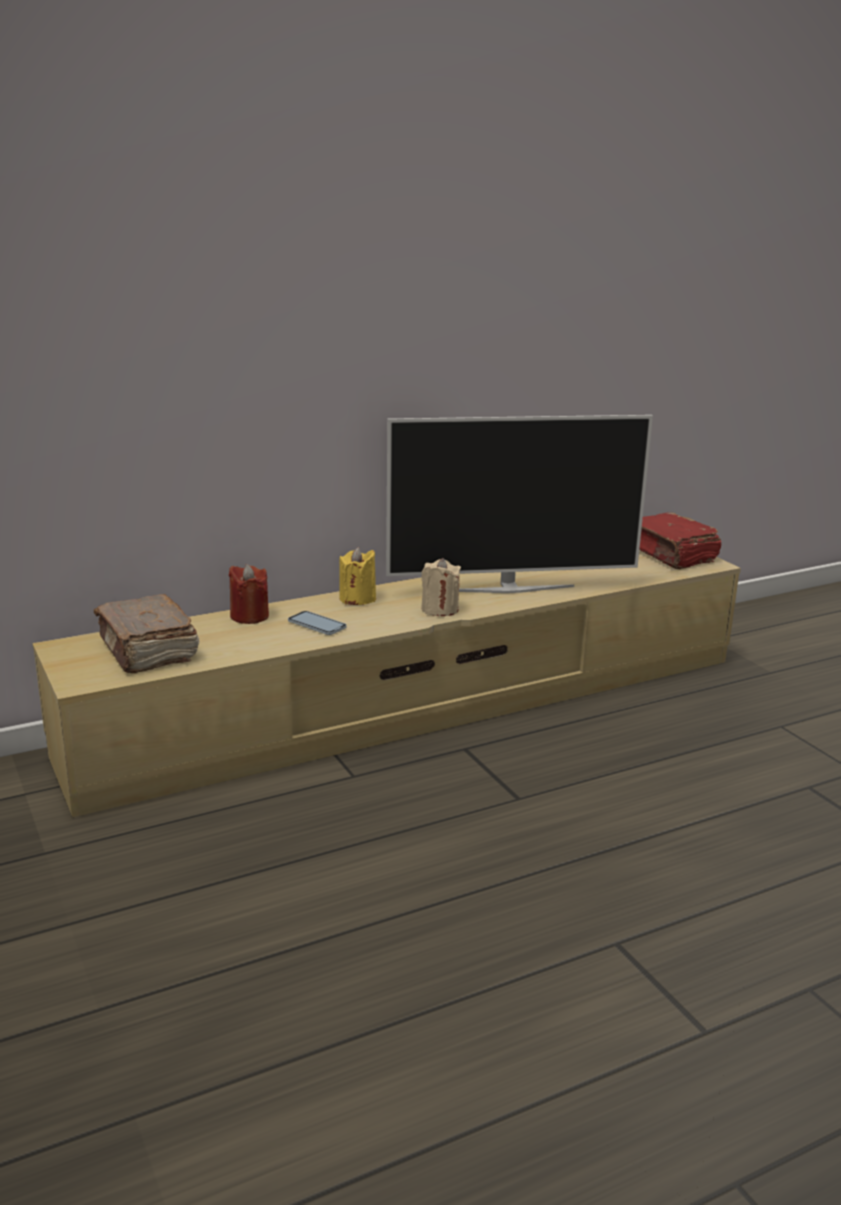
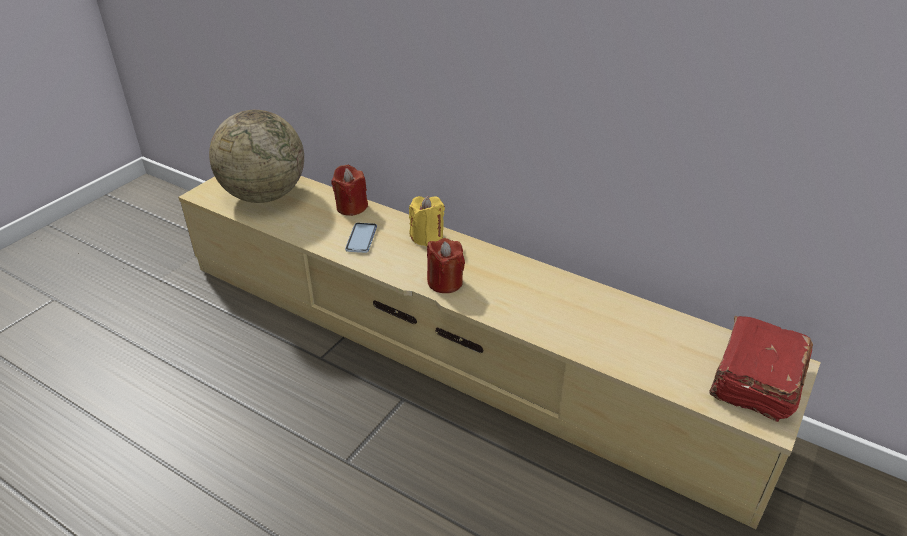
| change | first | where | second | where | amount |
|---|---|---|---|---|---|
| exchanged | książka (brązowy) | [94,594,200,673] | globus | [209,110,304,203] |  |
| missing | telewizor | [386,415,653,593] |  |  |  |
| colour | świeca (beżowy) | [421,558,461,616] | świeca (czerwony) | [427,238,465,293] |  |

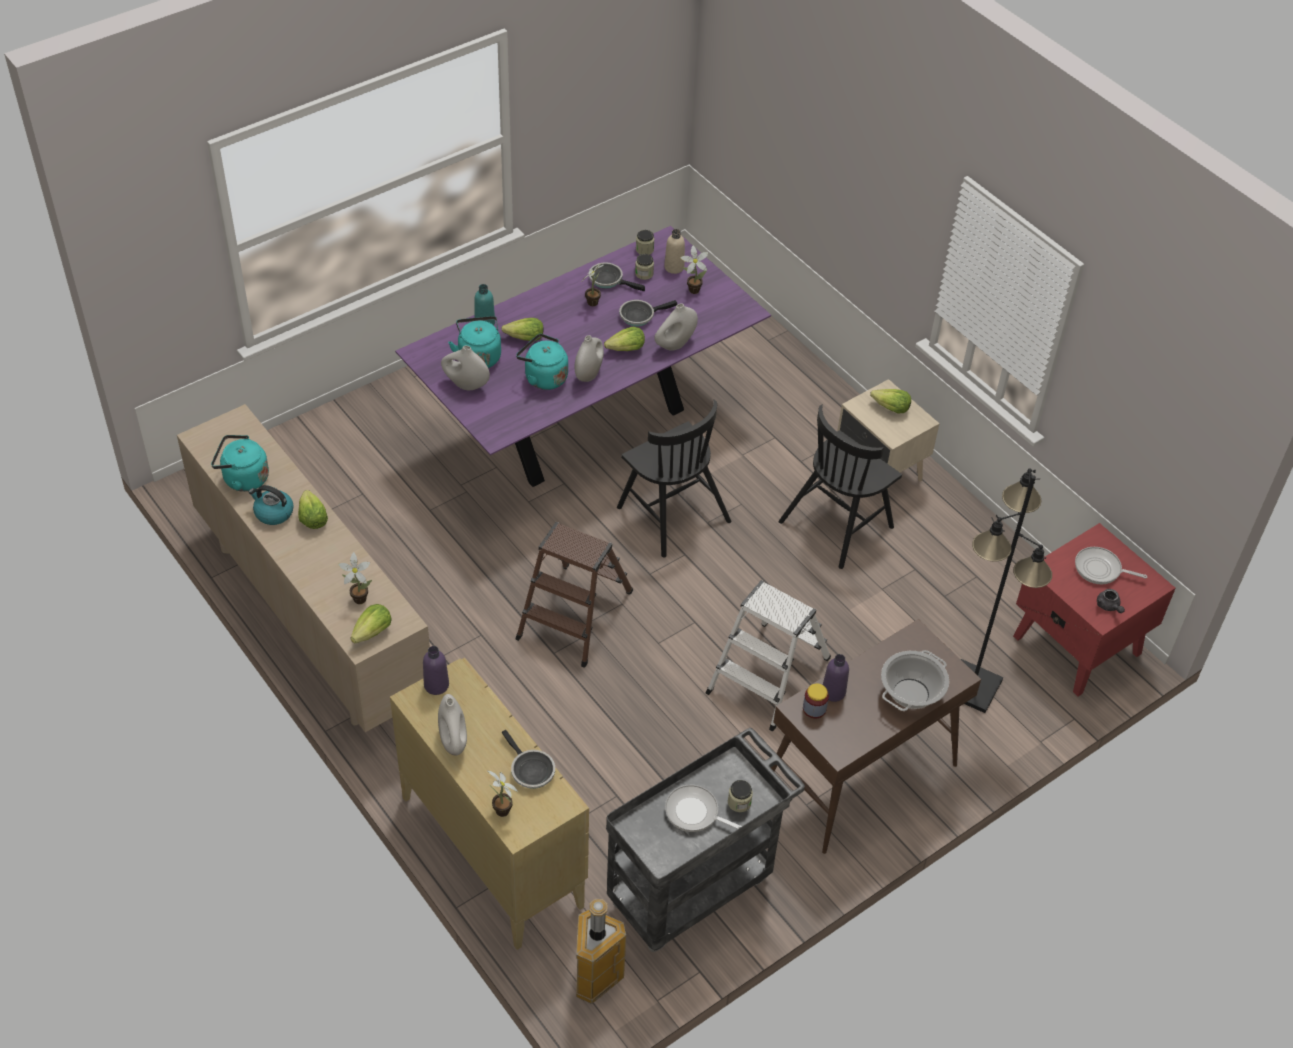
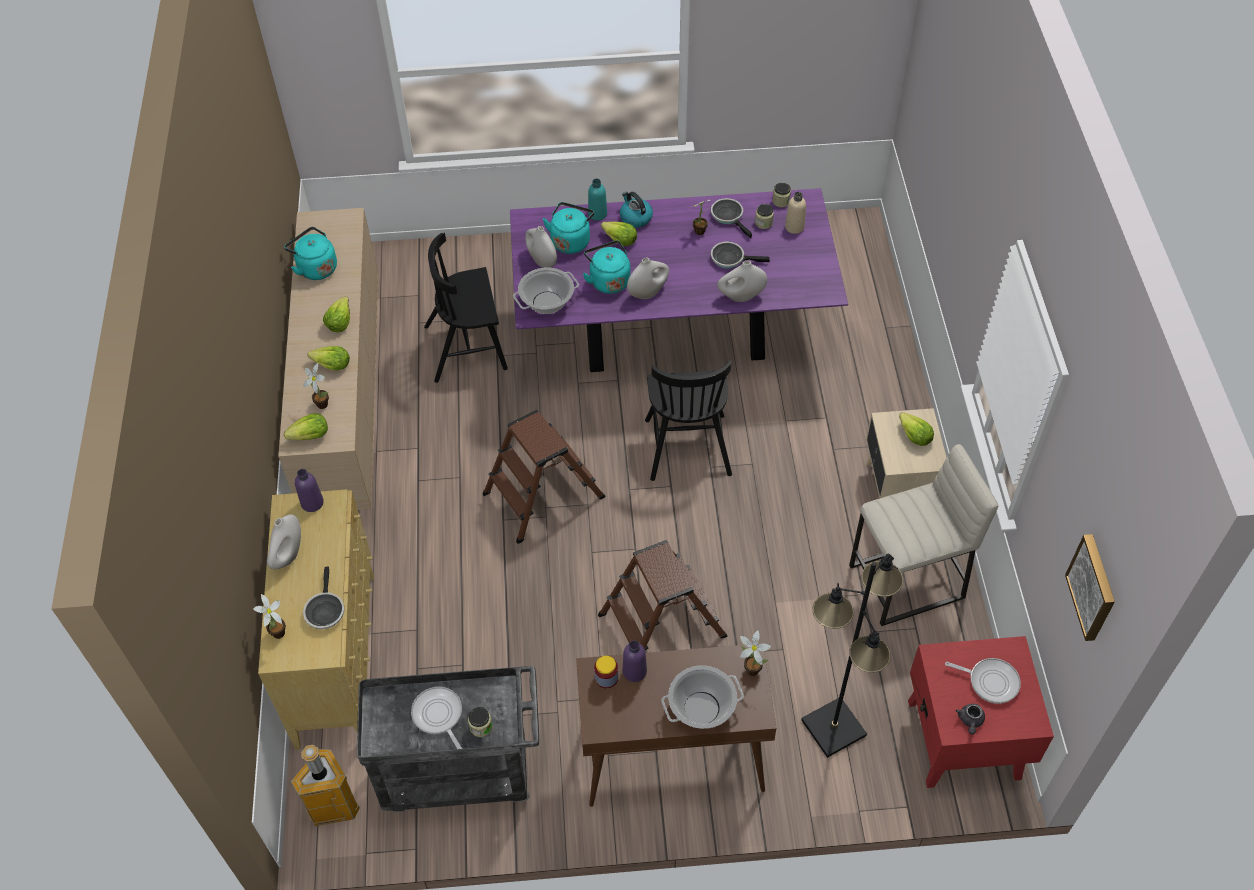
| change | first | where | second | where | amount |
|---|---|---|---|---|---|
| relocated | czajnik | [249,485,294,525] |  | [620,192,653,228] |  |
| relocated | sałata | [604,327,645,351] |  | [307,346,350,371] |  |
| relocated | roślina doniczkowa | [680,246,708,294] |  | [740,630,771,676] |  |
| colour | drabinka (biały) | [706,580,831,731] | drabinka (brązowy) | [598,540,728,650] |  |
| relocated | krzesło (czarny) | [779,404,902,569] |  | [424,233,508,383] |  |
| spun | patelnia | [1075,547,1147,584] |  | [945,658,1021,704] | 150 degrees clockwise |
| appeared |  |  | garnek | [513,268,579,314] |  |
| appeared |  |  | stołek (beżowy) | [849,444,998,626] |  |
| appeared |  |  | obraz | [1065,534,1115,641] |  |

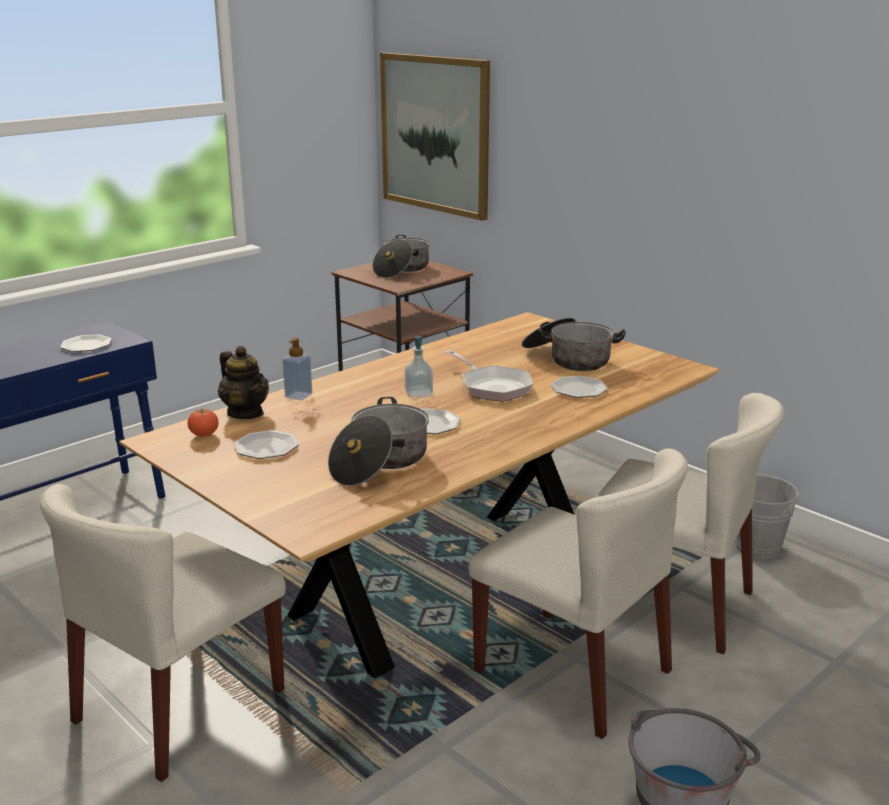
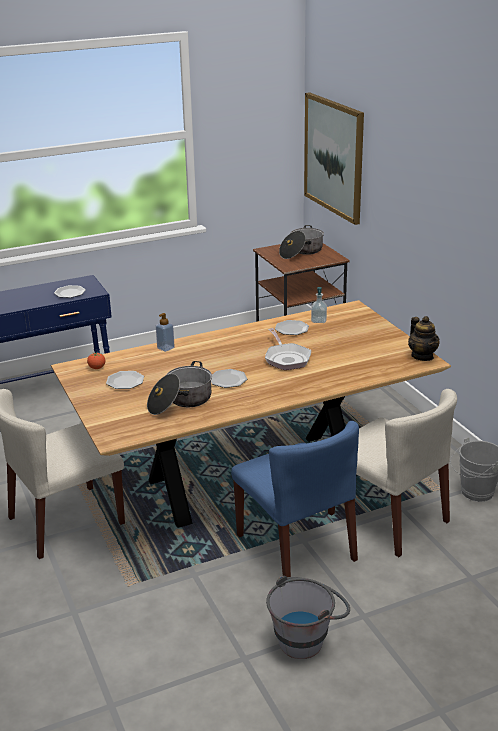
| change | first | where | second | where | amount |
|---|---|---|---|---|---|
| relocated | imbryk | [218,346,269,419] |  | [408,316,440,361] |  |
| relocated | dozownik mydła | [405,336,433,398] |  | [311,287,327,323] |  |
| colour | krzesło (beżowy) | [469,448,688,739] | krzesło (niebieski) | [231,421,359,577] |  |
| missing | garnek | [522,318,626,371] |  |  |  |
| relocated | talerz | [551,376,608,398] |  | [275,320,309,335] |  |

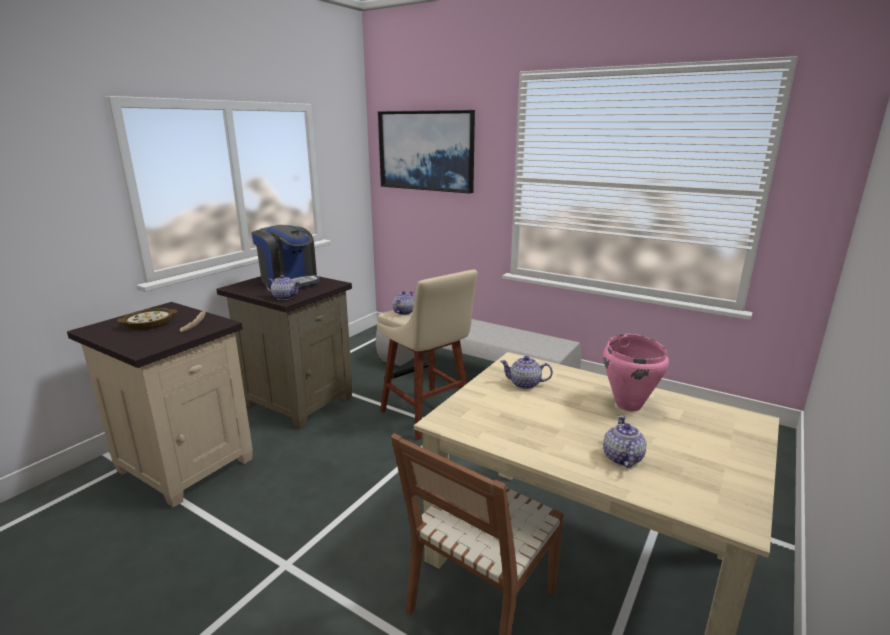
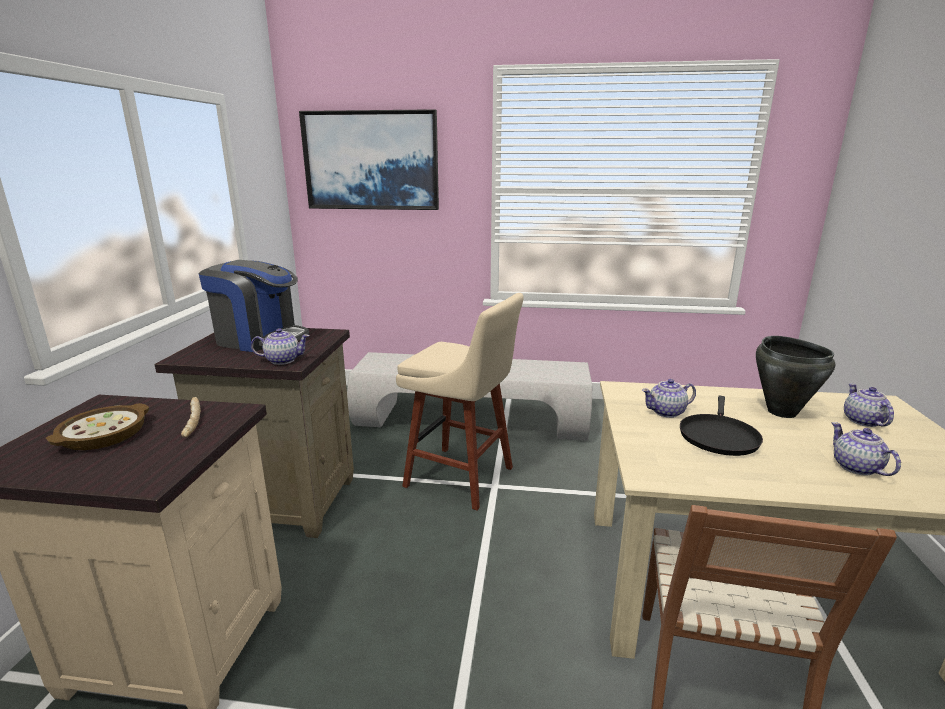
| change | first | where | second | where | amount |
|---|---|---|---|---|---|
| relocated | imbryk | [392,291,415,315] |  | [844,383,894,427] |  |
| colour | garnek (różowy) | [603,334,669,411] | garnek (czarny) | [756,336,835,418] |  |
| appeared |  |  | patelnia (czarny) | [680,396,763,456] |  |

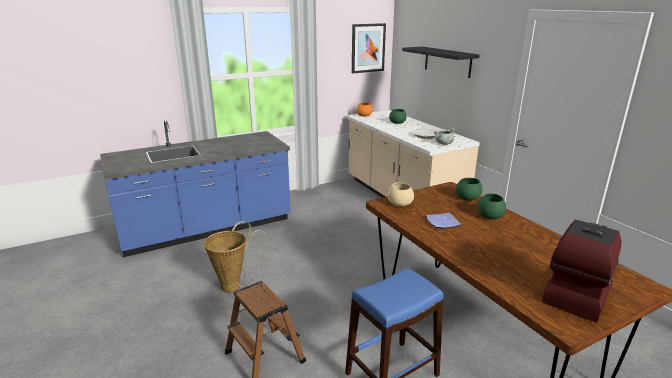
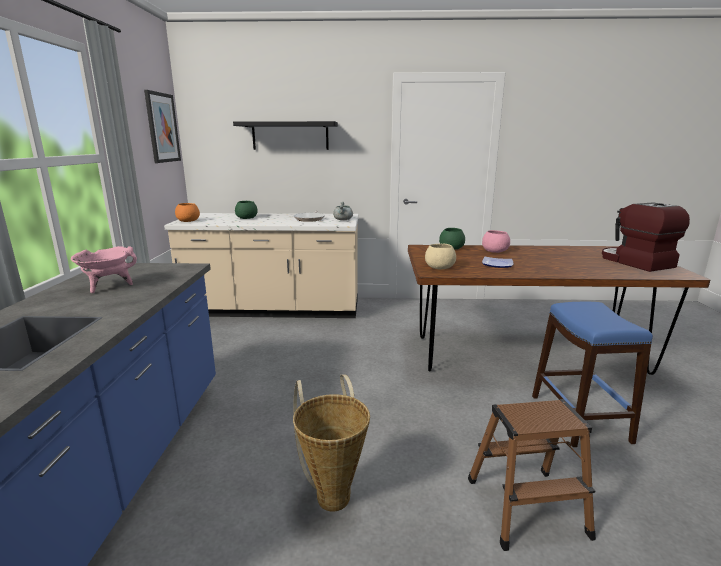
| change | first | where | second | where | amount |
|---|---|---|---|---|---|
| colour | miska (zielony) | [477,193,506,219] | miska (różowy) | [482,230,510,253] |  |
| appeared |  |  | garnek (różowy) | [71,246,137,293] |  |

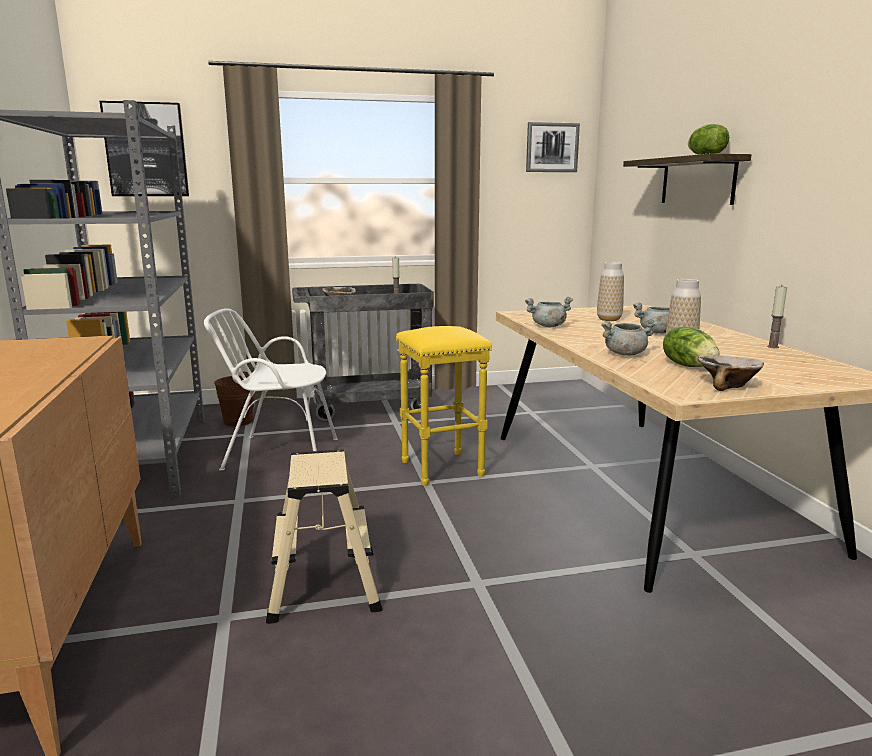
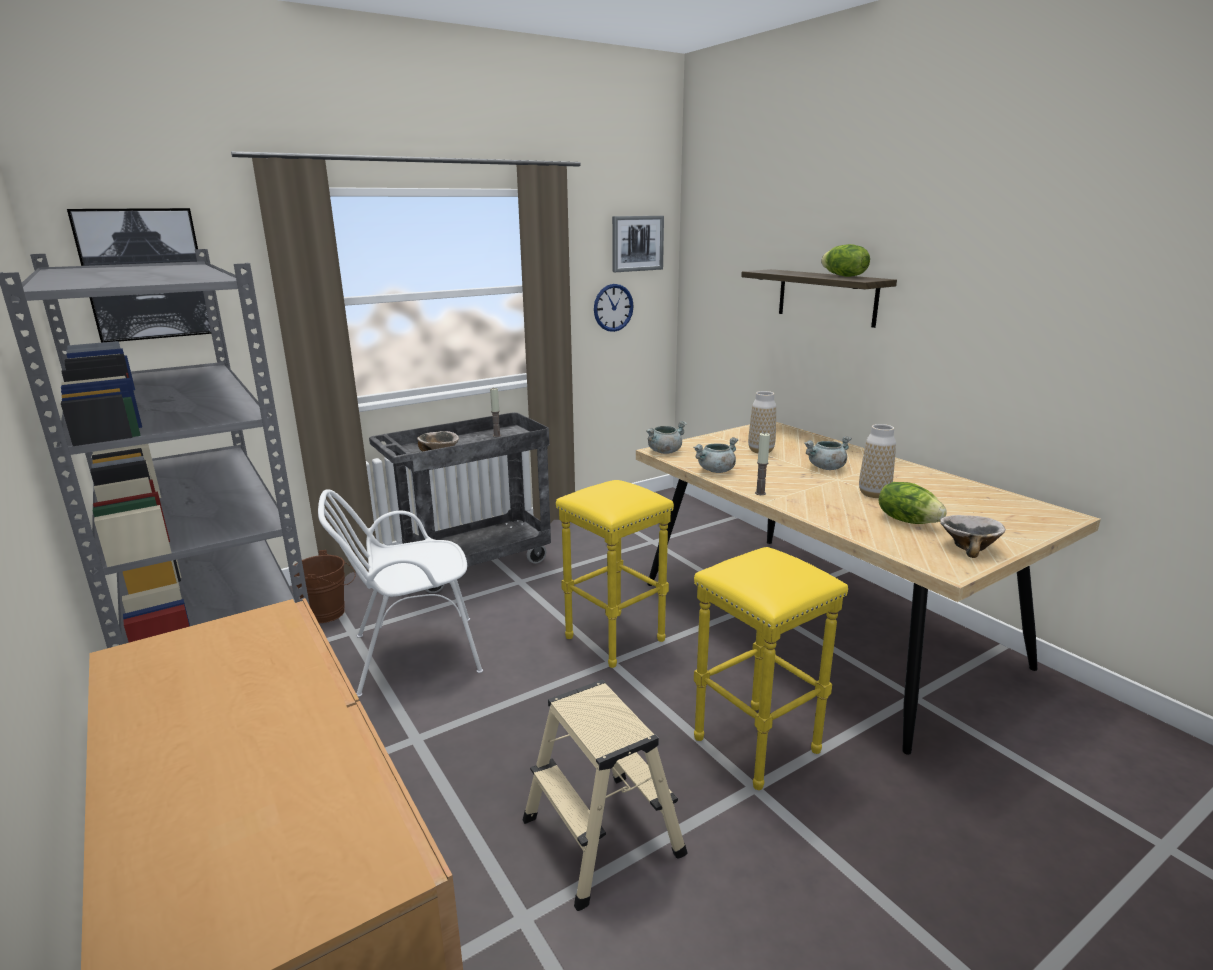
| change | first | where | second | where | amount |
|---|---|---|---|---|---|
| relocated | garnek (szary) | [601,319,657,356] |  | [646,421,687,454] |  |
| relocated | świeca | [767,286,787,349] |  | [755,432,770,495] |  |
| appeared |  |  | zegar ścienny | [594,284,634,332] |  |
| appeared |  |  | stołek (żółty) | [694,547,848,790] |  |

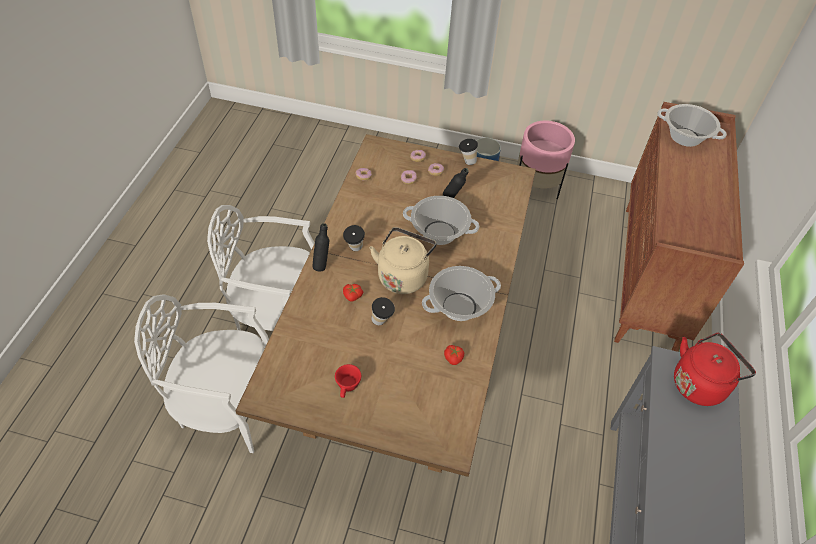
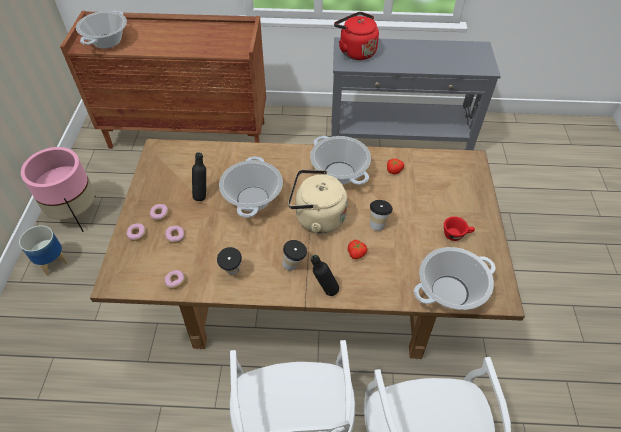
| change | first | where | second | where | amount |
|---|---|---|---|---|---|
| relocated | filiżanka | [459,139,478,165] |  | [217,247,242,275] |  |
| appeared |  |  | garnek | [414,247,496,310] |  |

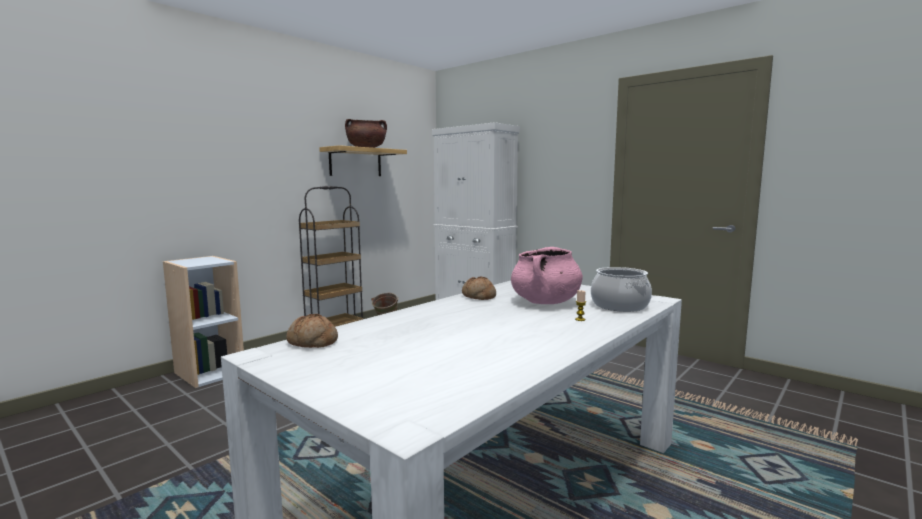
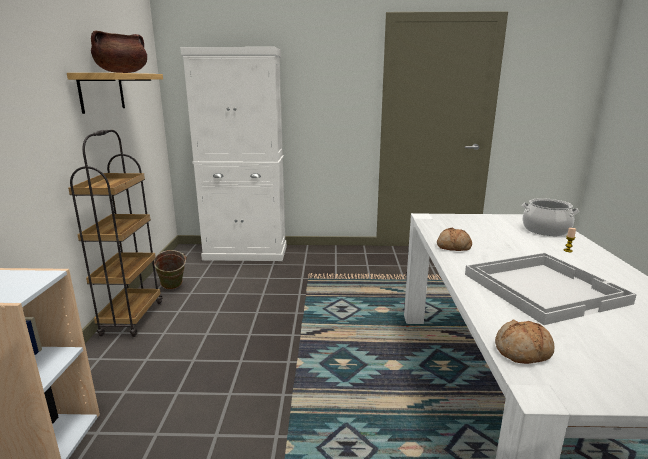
| change | first | where | second | where | amount |
|---|---|---|---|---|---|
| missing | garnek (różowy) | [511,247,583,304] |  |  |  |
| appeared |  |  | taca (biały) | [465,253,637,325] |  |

